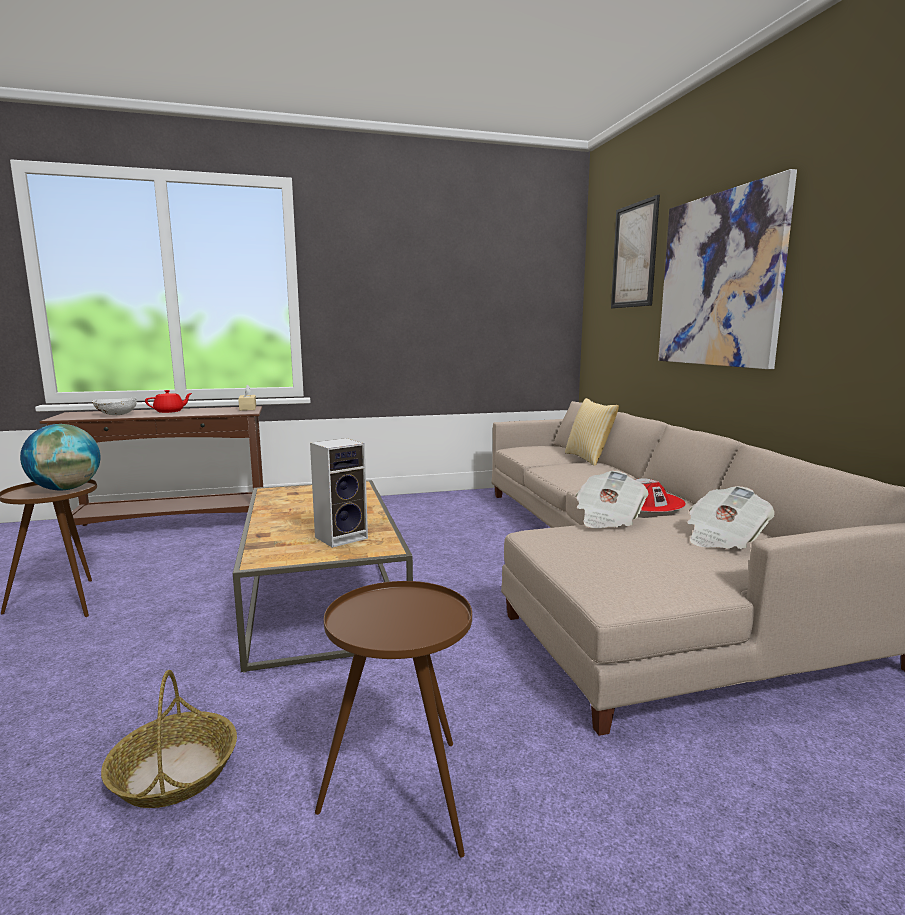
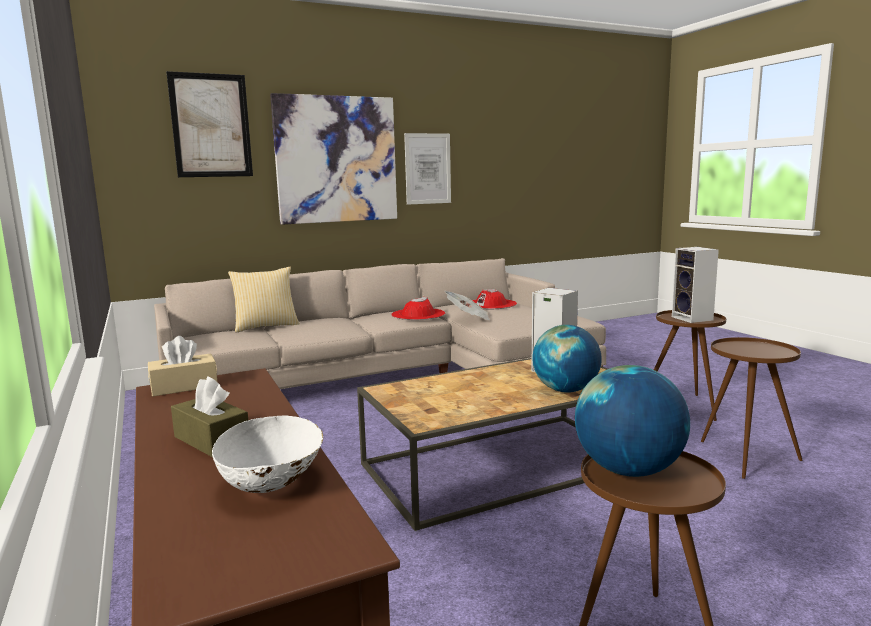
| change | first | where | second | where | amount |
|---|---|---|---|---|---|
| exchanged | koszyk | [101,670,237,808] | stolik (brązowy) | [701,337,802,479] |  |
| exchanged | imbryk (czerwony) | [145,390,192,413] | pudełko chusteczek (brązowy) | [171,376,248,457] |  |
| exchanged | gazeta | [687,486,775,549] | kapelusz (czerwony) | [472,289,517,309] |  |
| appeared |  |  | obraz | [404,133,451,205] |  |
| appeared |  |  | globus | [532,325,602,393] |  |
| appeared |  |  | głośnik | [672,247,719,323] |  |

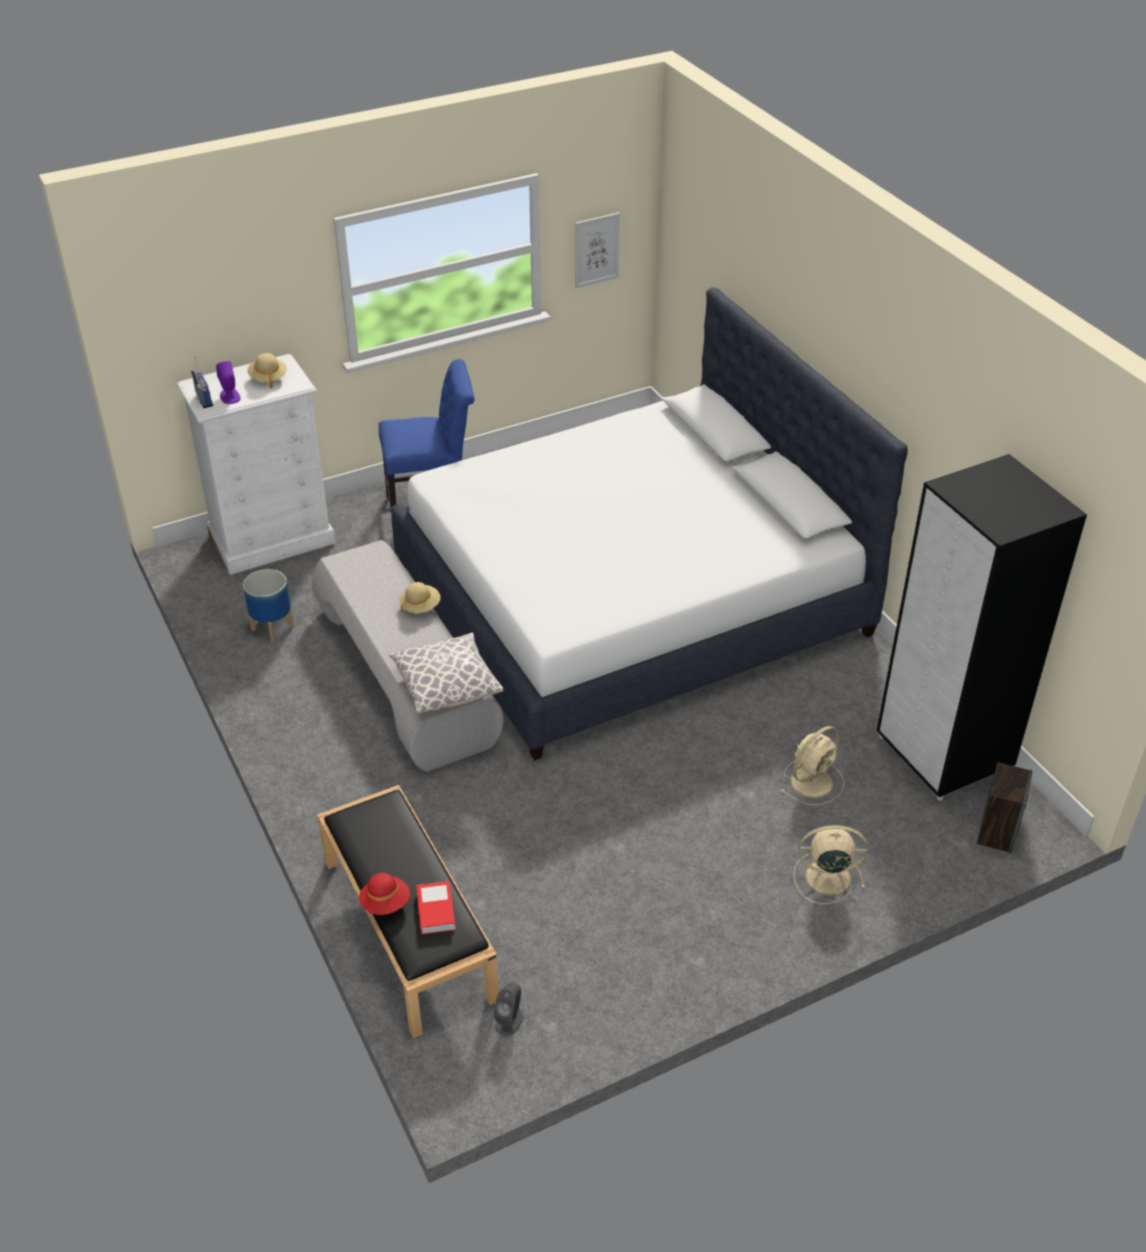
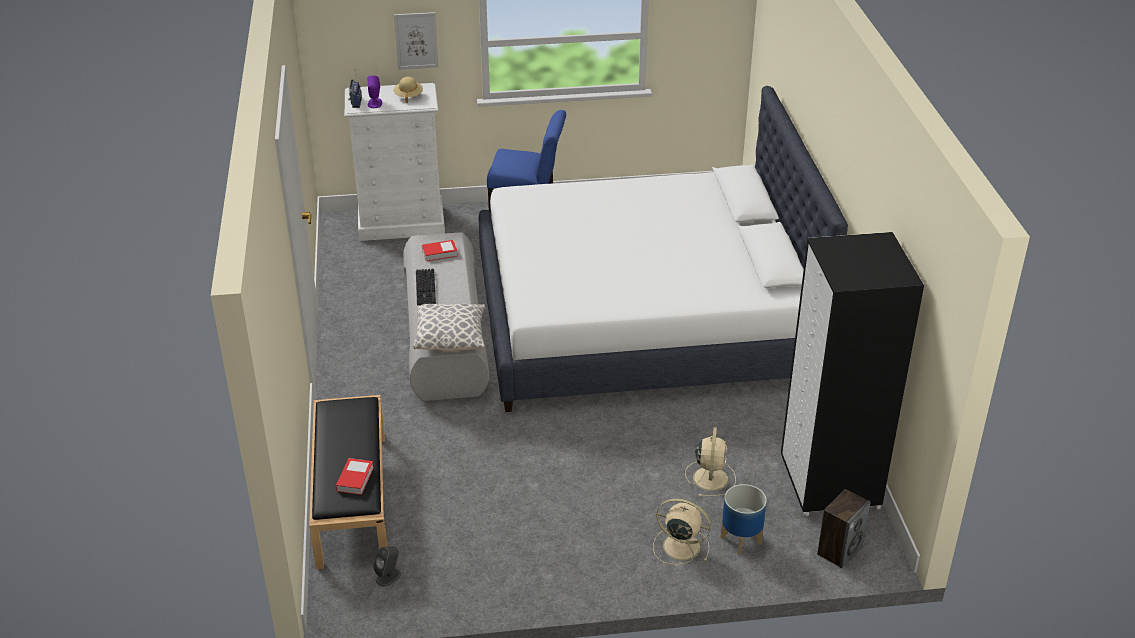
| change | first | where | second | where | amount |
|---|---|---|---|---|---|
| relocated | donica | [243,569,294,642] |  | [721,484,767,555] |  |
| missing | kapelusz (czerwony) | [359,873,410,915] |  |  |  |
| missing | kapelusz (beżowy) | [399,582,441,613] |  |  |  |
| relocated | obraz | [575,212,620,288] |  | [394,12,439,70] |  |
| spun | wentylator (beżowy) | [780,726,844,805] |  | [685,427,736,497] | 60 degrees counterclockwise |
| appeared |  |  | klawiatura | [416,269,436,306] |  |
| appeared |  |  | książka | [422,240,458,261] |  |

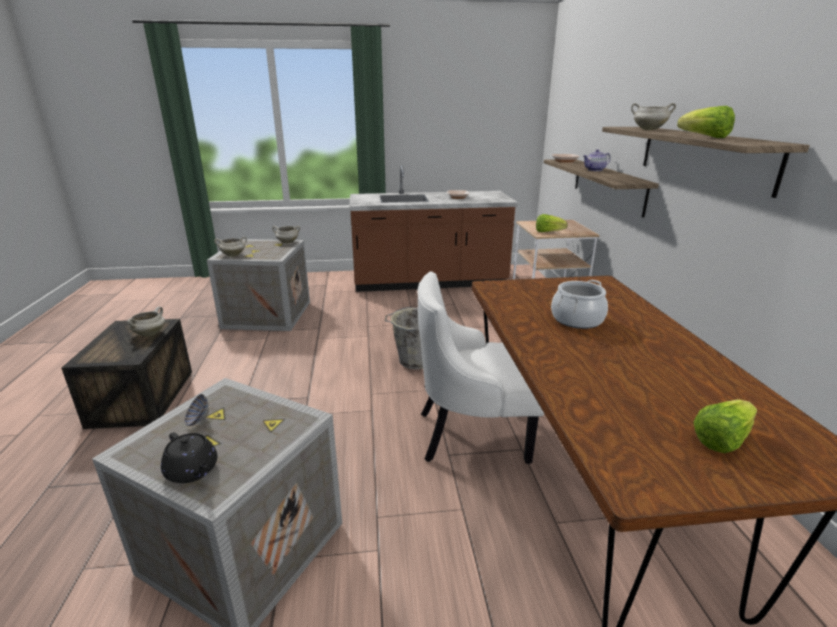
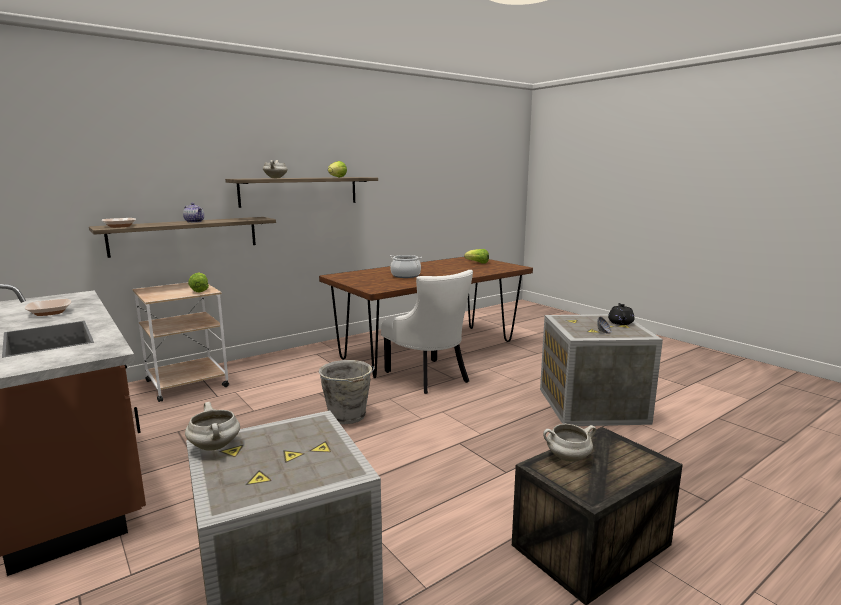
| change | first | where | second | where | amount |
|---|---|---|---|---|---|
| missing | garnek (biały) | [214,237,247,257] |  |  |  |

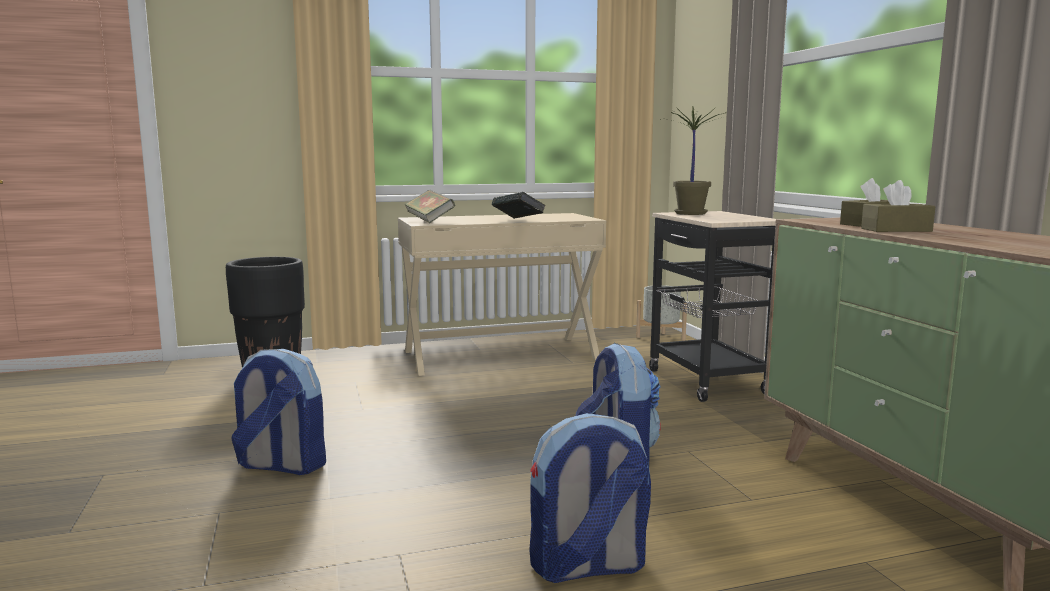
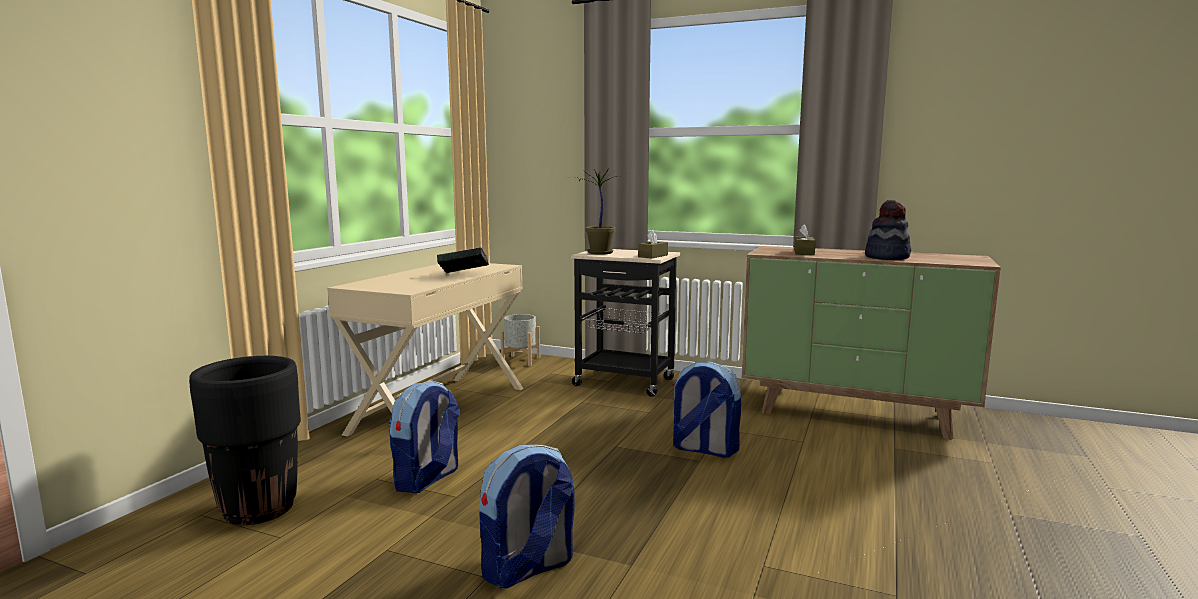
| change | first | where | second | where | amount |
|---|---|---|---|---|---|
| missing | książka | [404,190,455,223] |  |  |  |
| relocated | plecak | [529,413,651,583] |  | [389,381,459,493] |  |
| relocated | pudełko chusteczek (brązowy) | [861,180,936,232] |  | [638,230,668,259] |  |
| appeared |  |  | kapelusz | [865,200,911,260] |  |

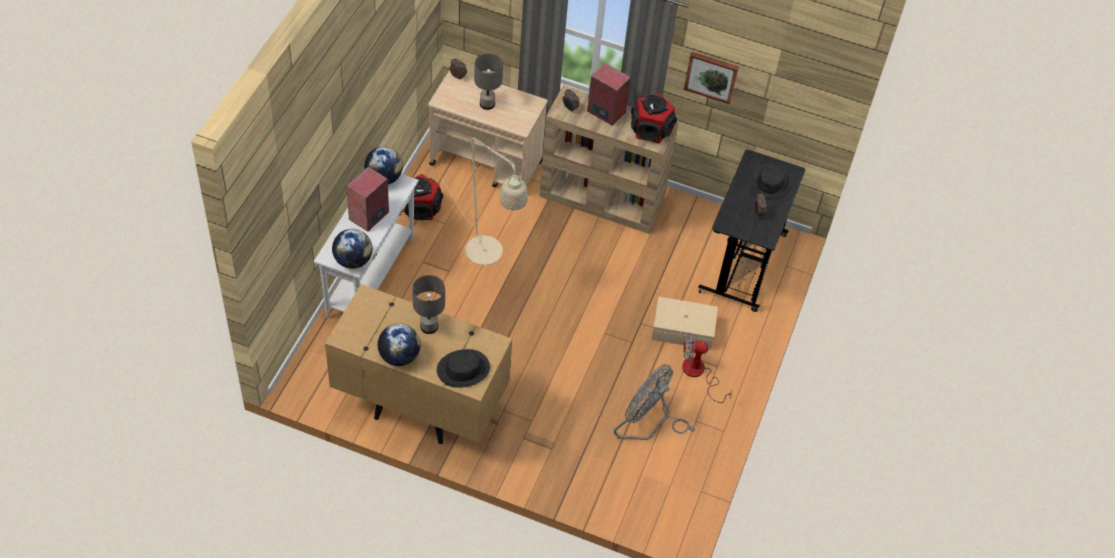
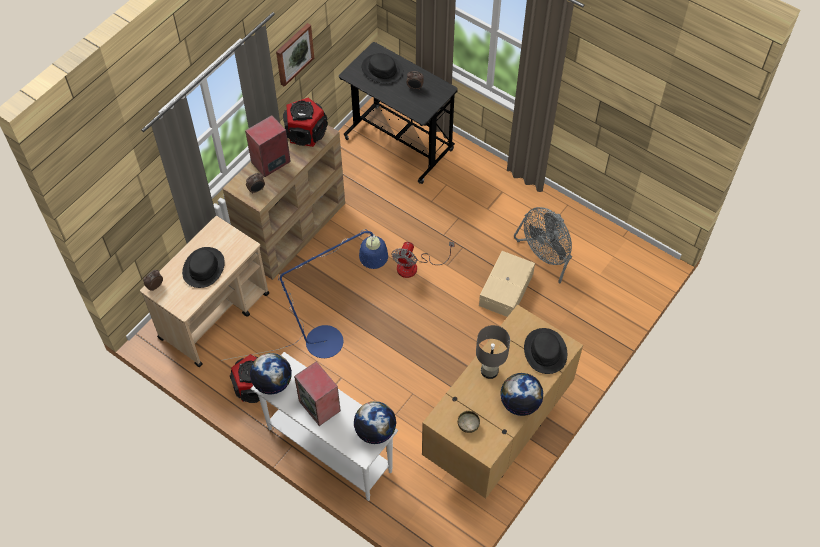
| change | first | where | second | where | amount |
|---|---|---|---|---|---|
| colour | lampa stojąca (beżowy) | [443,137,528,265] | lampa stojąca (niebieski) | [224,229,388,360] |  |
| exchanged | lampa stołowa (szary) | [474,53,503,110] | kapelusz (czarny) | [182,247,225,288] |  |
| relocated | pojemnik do przechowywania (beżowy) | [651,297,718,350] |  | [479,251,535,317] |  |
| relocated | wentylator | [682,333,732,403] |  | [391,241,455,278] |  |
| appeared |  |  | miska | [458,411,480,433] |  |

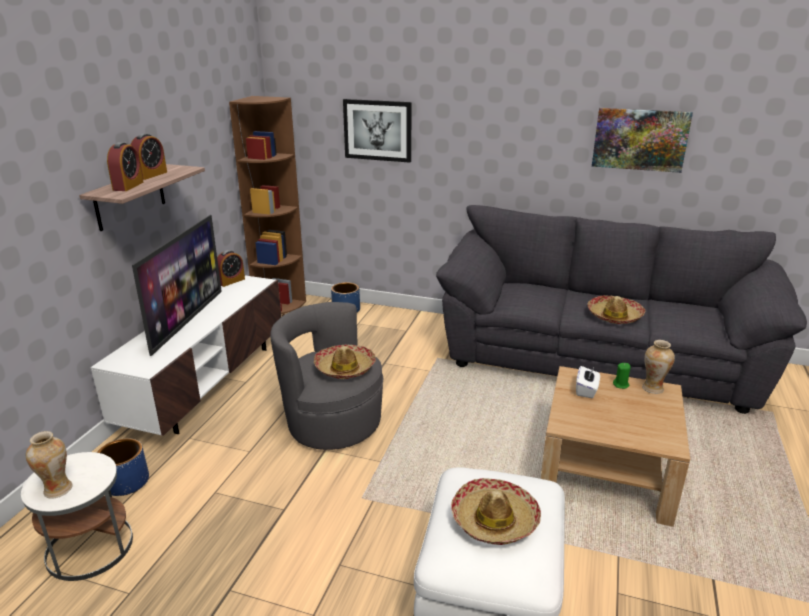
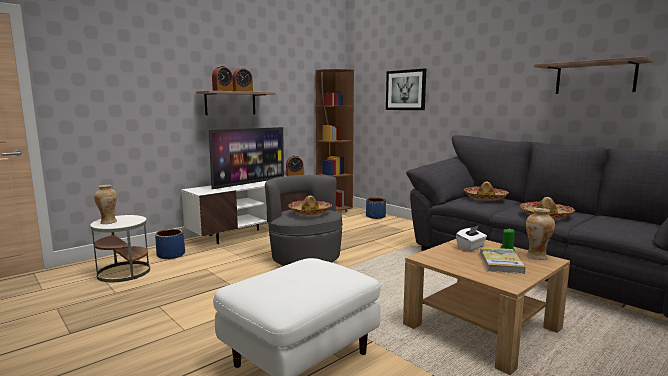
| change | first | where | second | where | amount |
|---|---|---|---|---|---|
| relocated | kapelusz | [451,478,541,545] |  | [464,182,509,201] |  |
| exchanged | obraz | [592,108,693,173] | półka | [534,56,654,94] |  |
| appeared |  |  | książka | [479,247,526,274] |  |

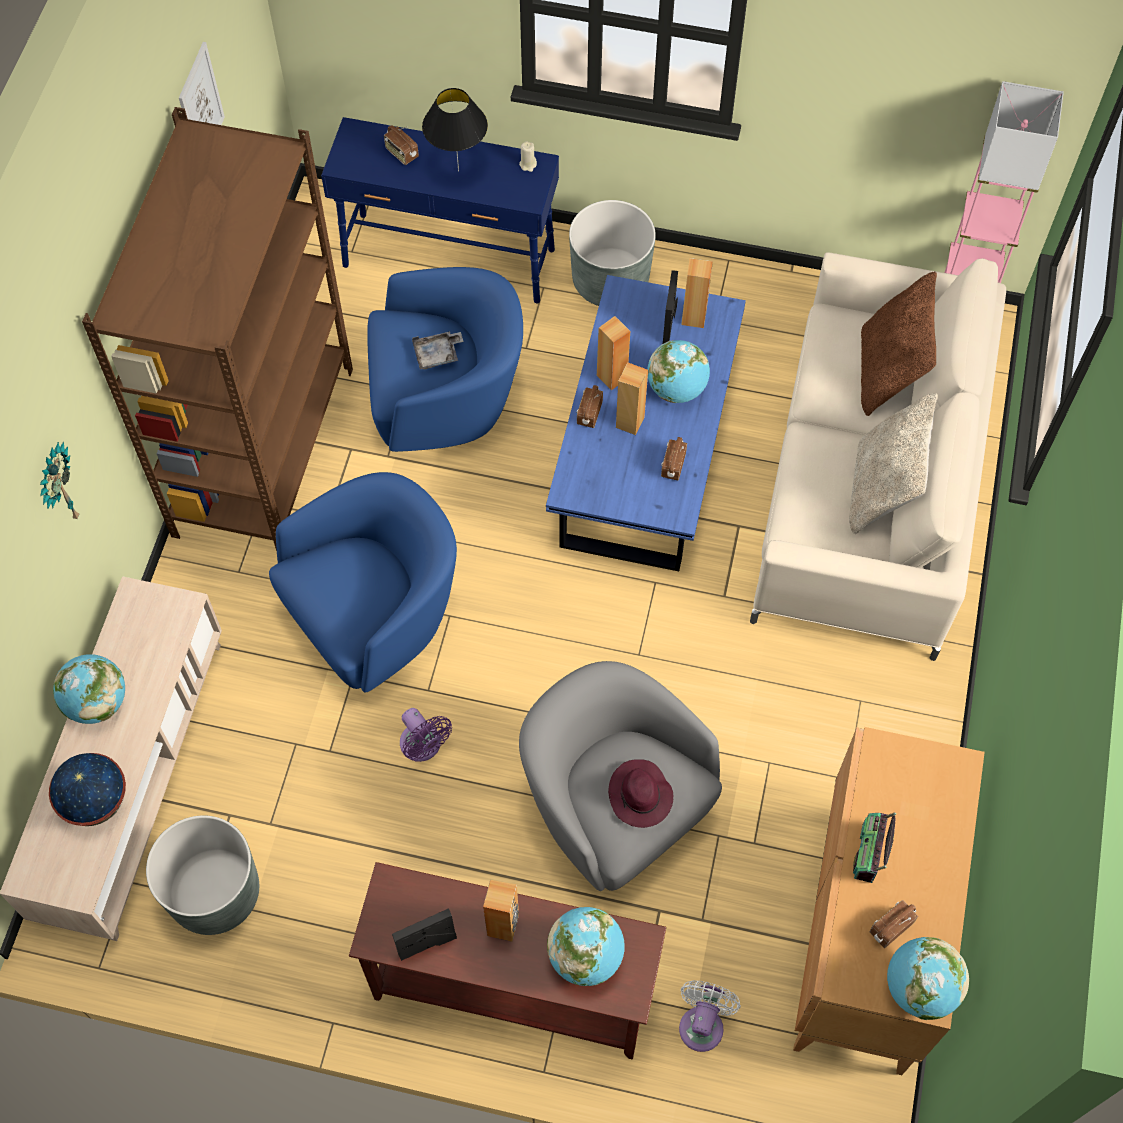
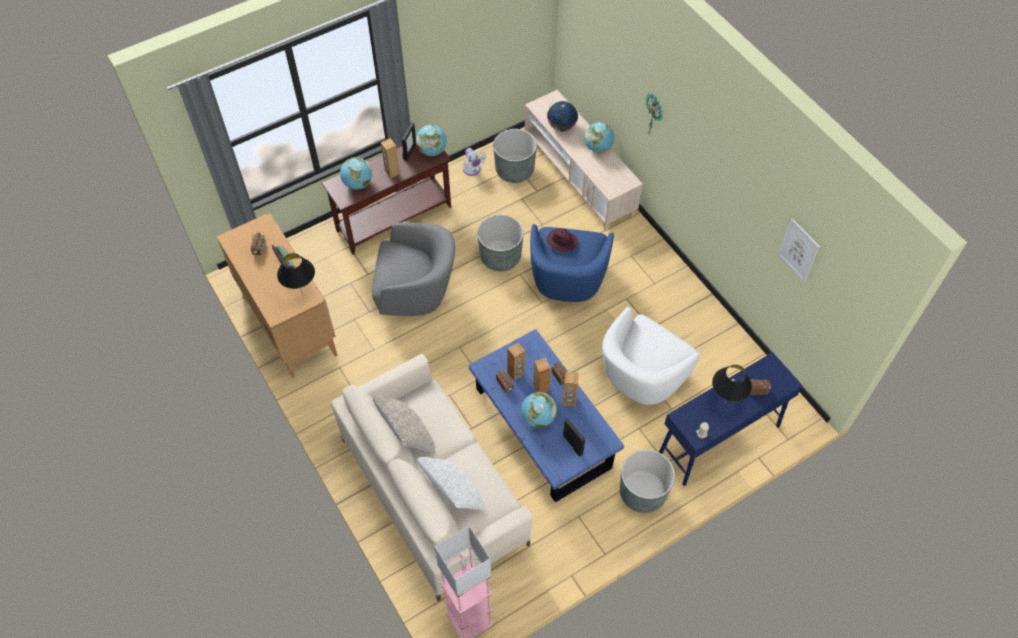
| change | first | where | second | where | amount |
|---|---|---|---|---|---|
| missing | regał (brązowy) | [82,107,353,551] |  |  |  |
| colour | fotel (niebieski) | [367,267,523,452] | fotel (biały) | [602,307,700,405] |  |
| exchanged | wentylator (fioletowy) | [400,708,452,762] | donica (szary) | [477,215,523,271] |  |
| missing | taca (szary) | [412,332,464,370] |  |  |  |
| relocated | kapelusz (fioletowy) | [608,759,673,828] |  | [546,228,578,252] |  |
| relocated | wentylator (biały) | [679,980,741,1052] |  | [463,148,486,176] |  |
| relocated | głośnik (brązowy) | [681,258,713,328] |  | [507,342,525,380] |  |
| colour | poduszka (brązowy) | [861,272,937,416] | poduszka (biały) | [417,457,485,511] |  |
| relocated | globus | [887,937,969,1020] |  | [416,125,447,156] |  |
| appeared |  |  | lampa stołowa (czarny) | [277,253,315,295] |  |

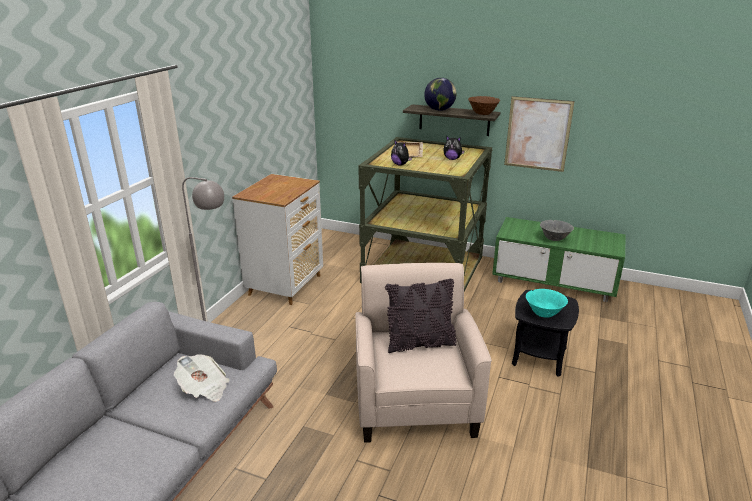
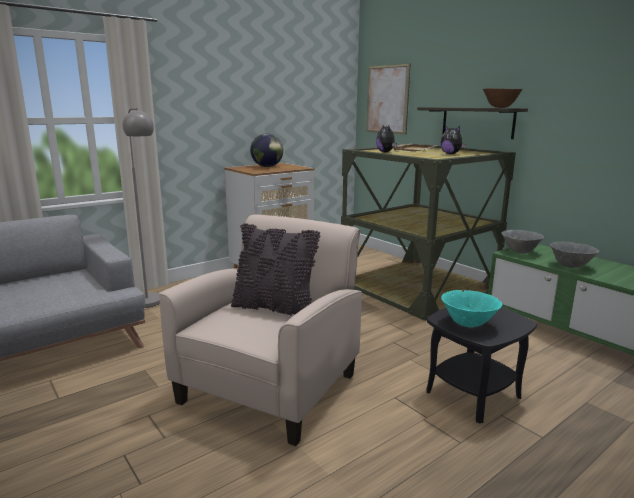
| change | first | where | second | where | amount |
|---|---|---|---|---|---|
| missing | gazeta | [174,354,229,402] |  |  |  |
| relocated | globus | [424,78,457,111] |  | [250,134,283,167] |  |
| relocated | obraz | [504,96,575,172] |  | [366,63,411,135] |  |
| appeared |  |  | miska (szary) | [502,230,544,254] |  |

